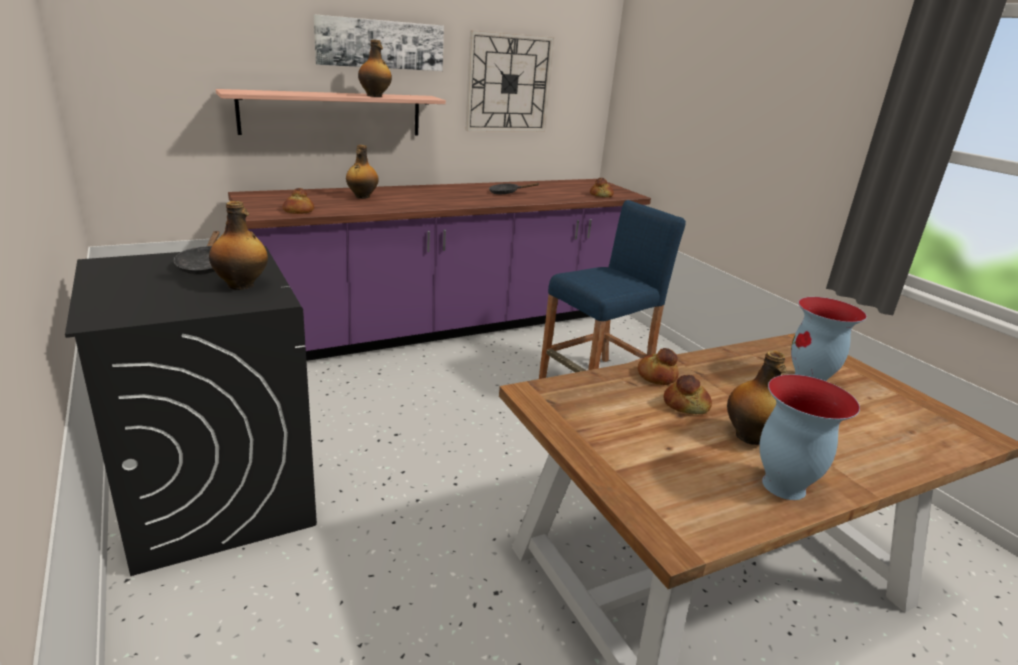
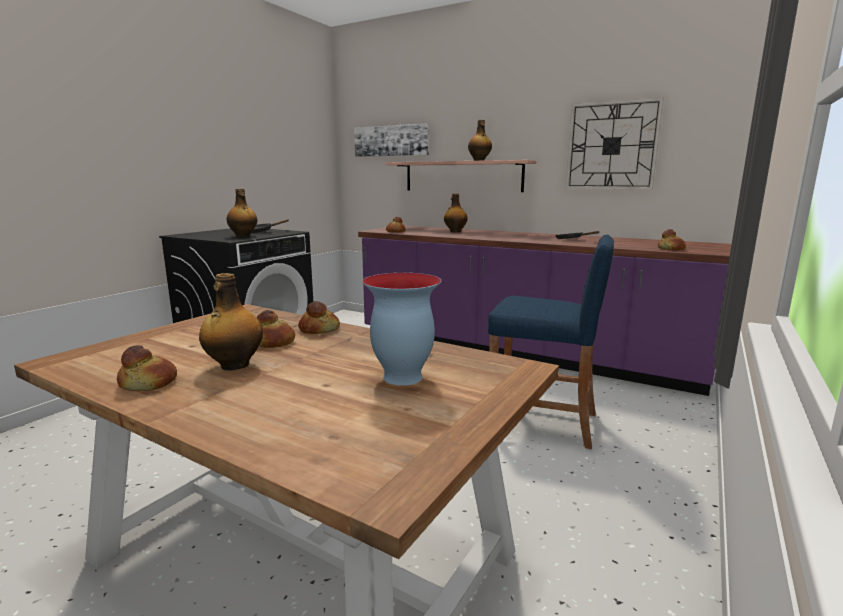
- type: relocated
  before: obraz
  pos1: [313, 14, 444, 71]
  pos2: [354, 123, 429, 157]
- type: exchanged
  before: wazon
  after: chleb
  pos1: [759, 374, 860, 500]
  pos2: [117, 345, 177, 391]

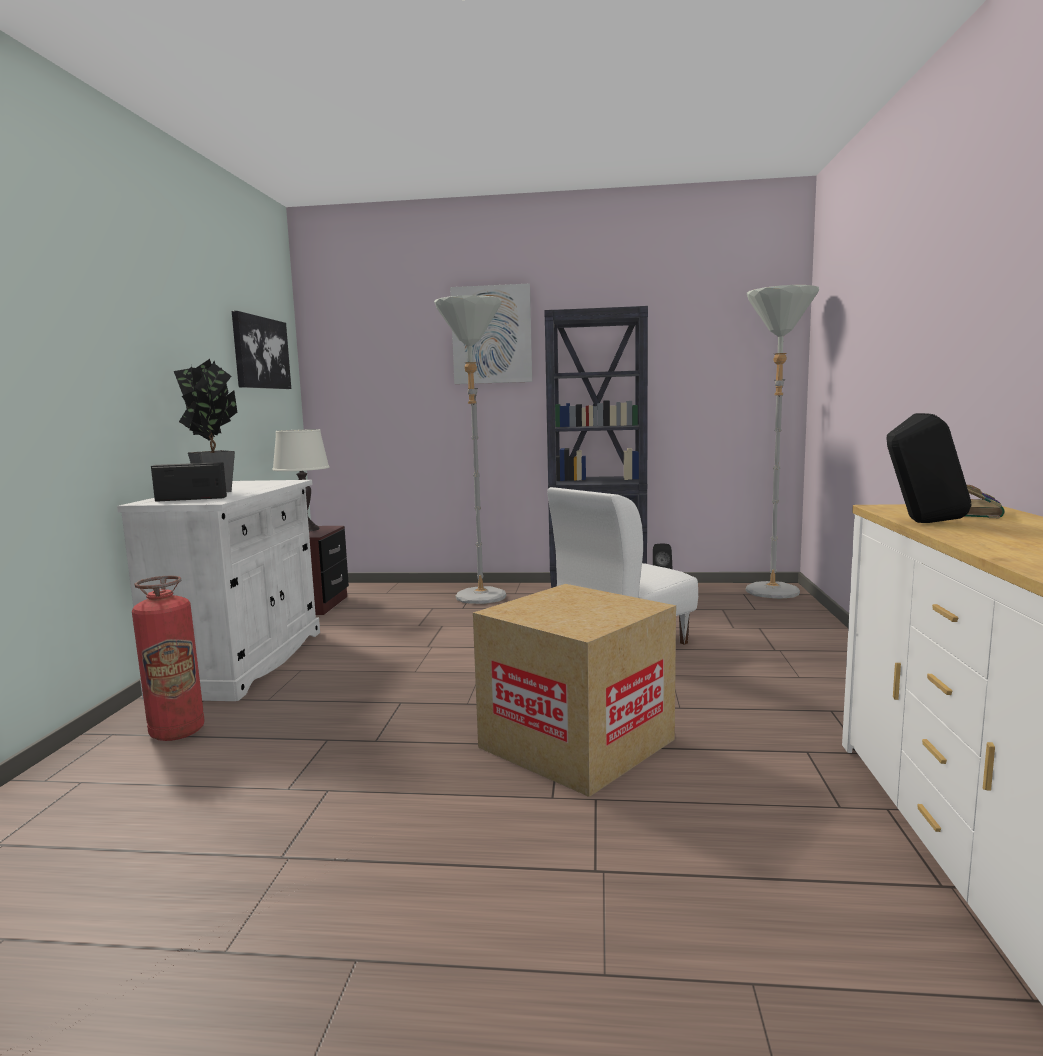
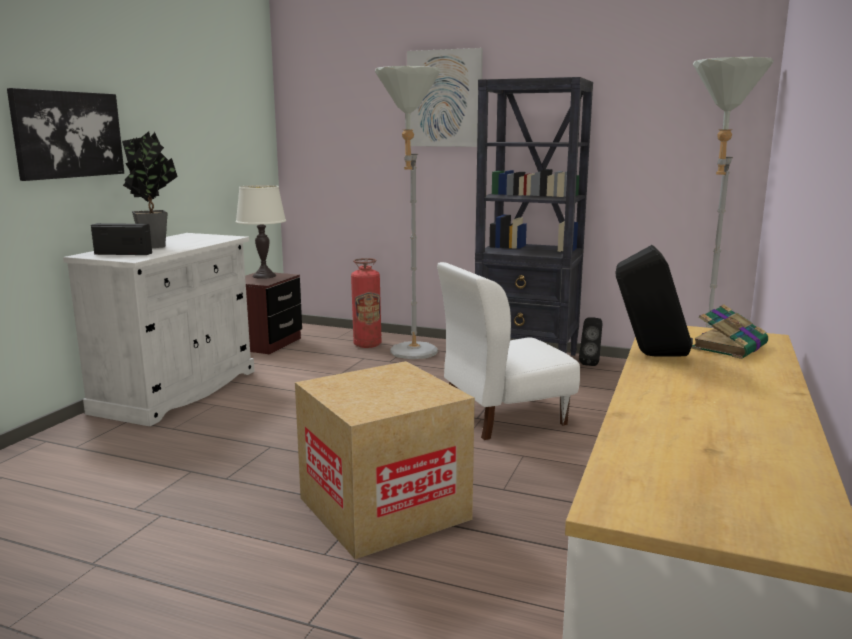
- type: relocated
  before: obraz
  pos1: [232, 311, 291, 389]
  pos2: [7, 88, 124, 181]
- type: relocated
  before: gaśnica
  pos1: [132, 576, 205, 741]
  pos2: [351, 258, 382, 348]

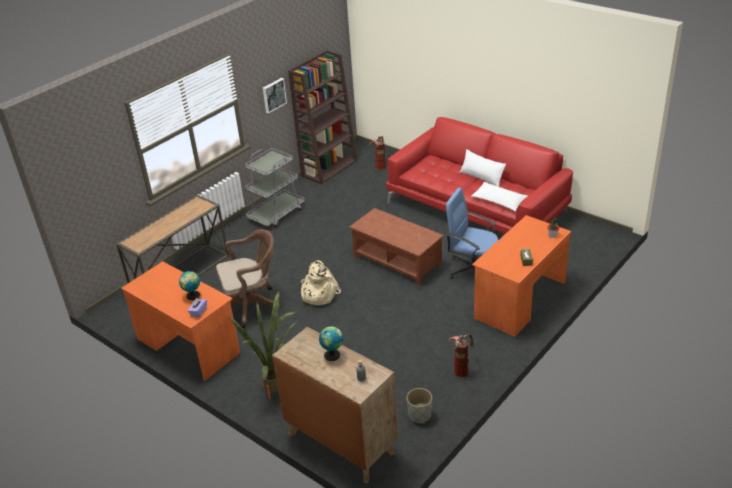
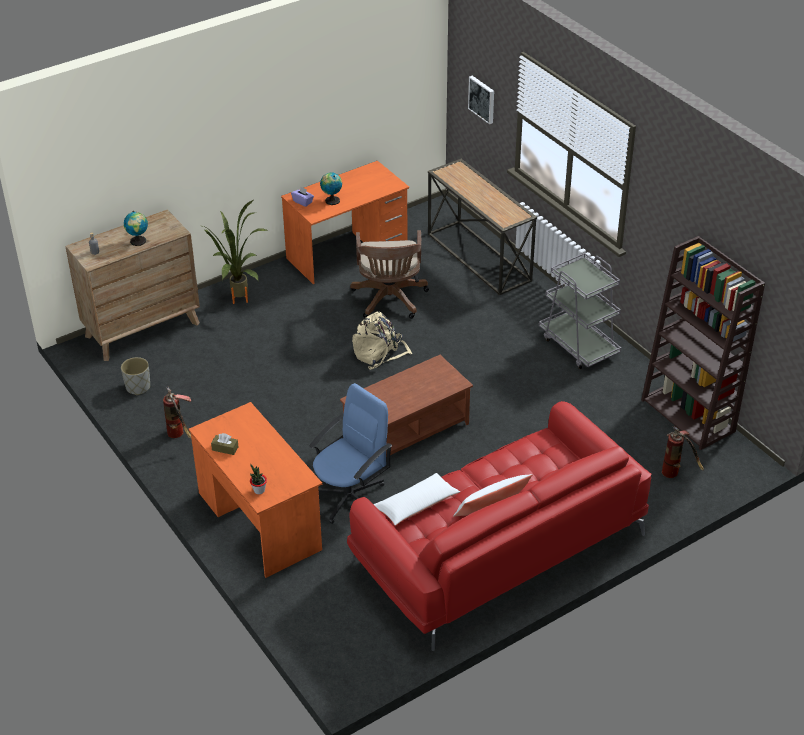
- type: relocated
  before: obraz
  pos1: [263, 78, 287, 114]
  pos2: [468, 76, 494, 124]

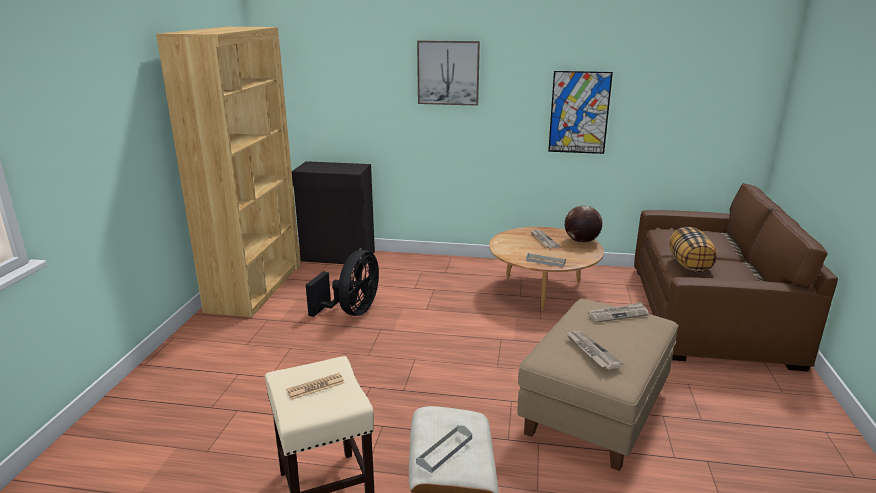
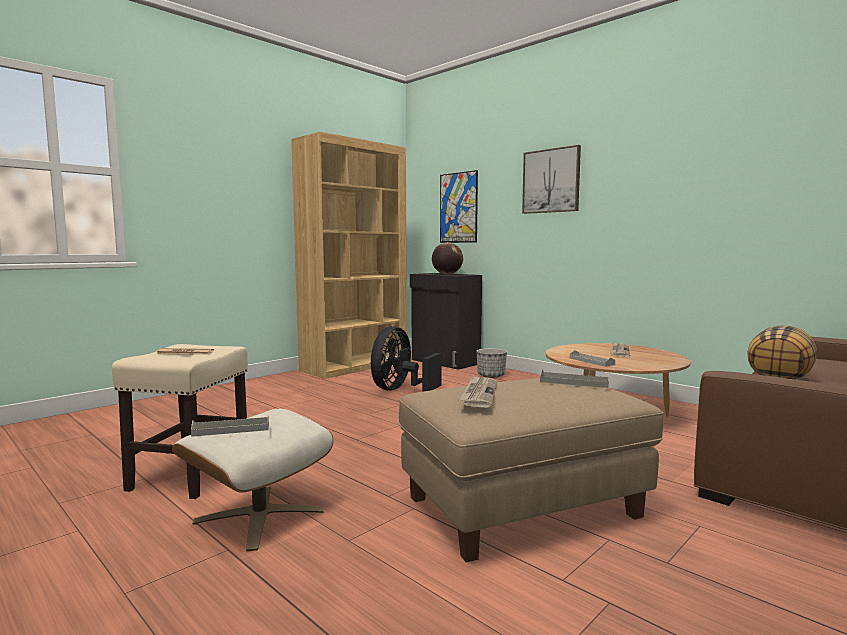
- type: relocated
  before: obraz
  pos1: [548, 71, 613, 154]
  pos2: [440, 170, 478, 243]
- type: relocated
  before: globus
  pos1: [565, 206, 602, 243]
  pos2: [432, 242, 463, 275]
- type: spun
  before: wentylator/czarny
  pos1: [306, 250, 379, 317]
  pos2: [371, 326, 442, 392]
  turn: 150
- type: exchanged
  before: gazeta
  after: taca/szary
  pos1: [588, 302, 649, 323]
  pos2: [540, 369, 609, 388]
- type: appeared
  after: donica
  pos2: [477, 348, 507, 378]

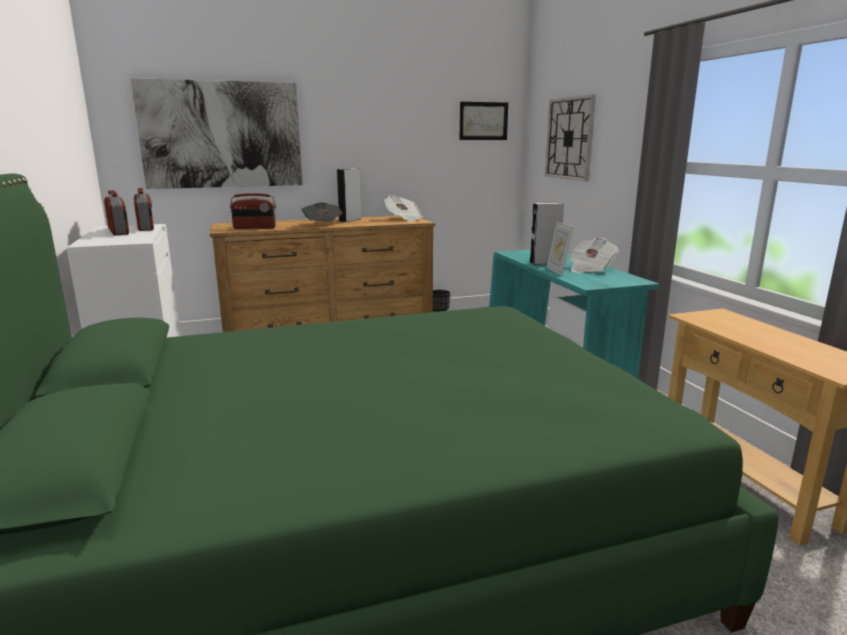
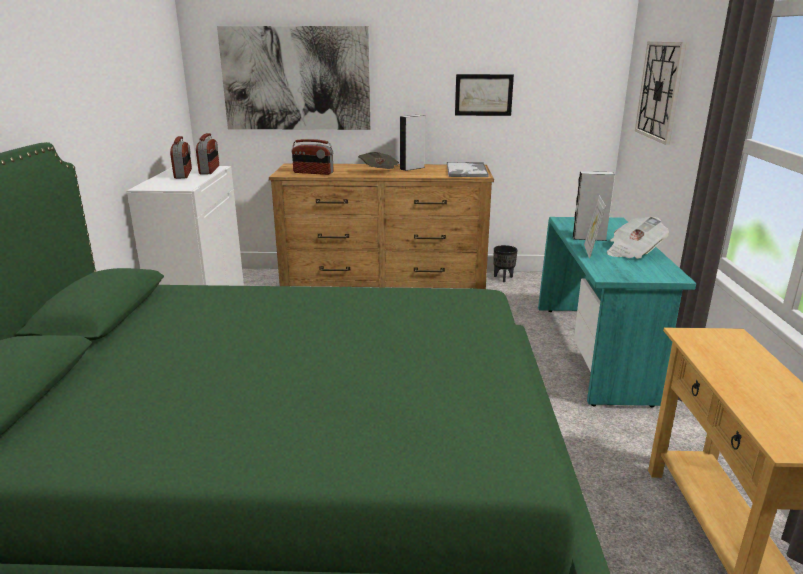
- type: relocated
  before: obraz
  pos1: [459, 102, 508, 140]
  pos2: [455, 74, 514, 116]
- type: exchanged
  before: gazeta
  after: taca
  pos1: [384, 195, 423, 222]
  pos2: [447, 162, 489, 177]

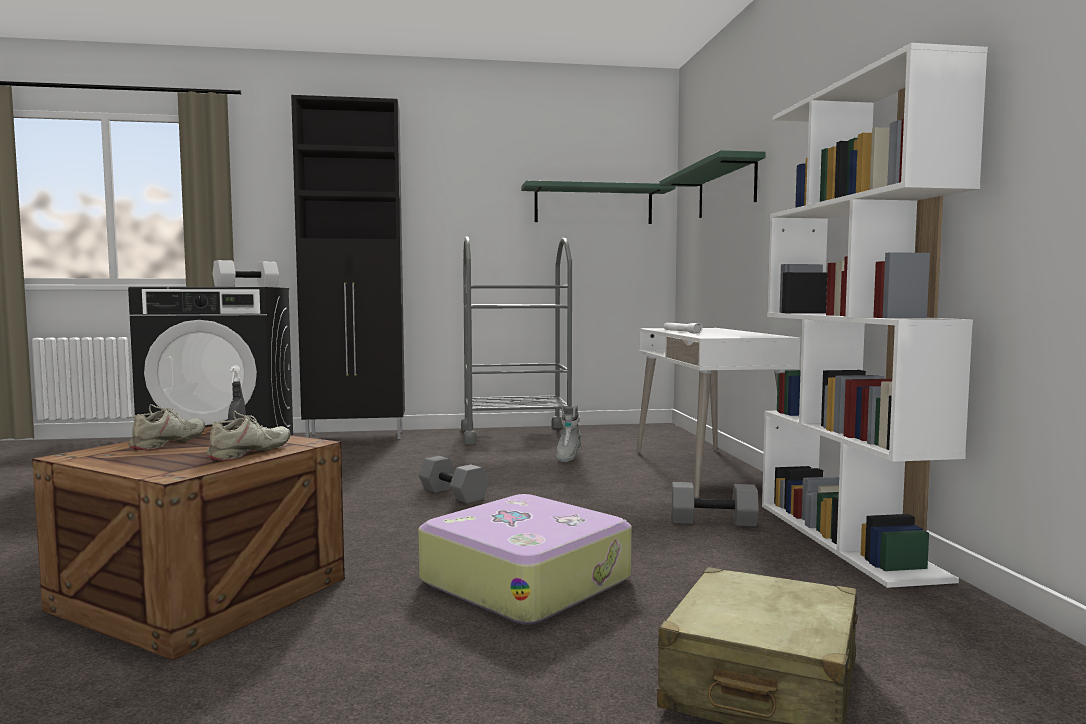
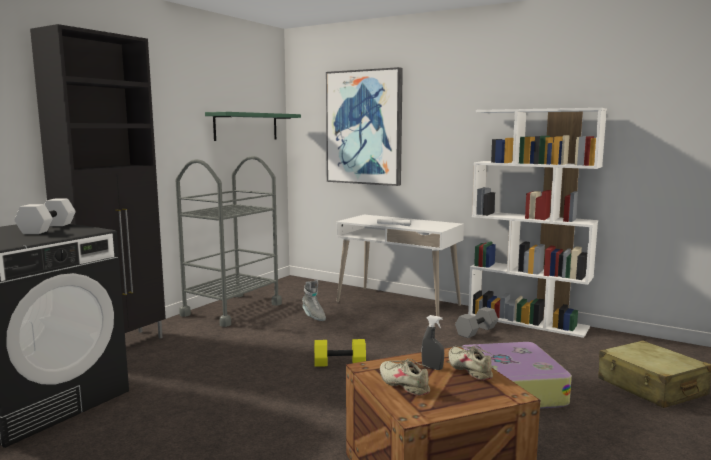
- type: exchanged
  before: półka/zielony
  after: obraz
  pos1: [659, 150, 766, 218]
  pos2: [326, 67, 403, 186]
- type: colour
  before: hantel/szary
  after: hantel/żółty
  pos1: [418, 456, 489, 504]
  pos2: [314, 339, 366, 367]

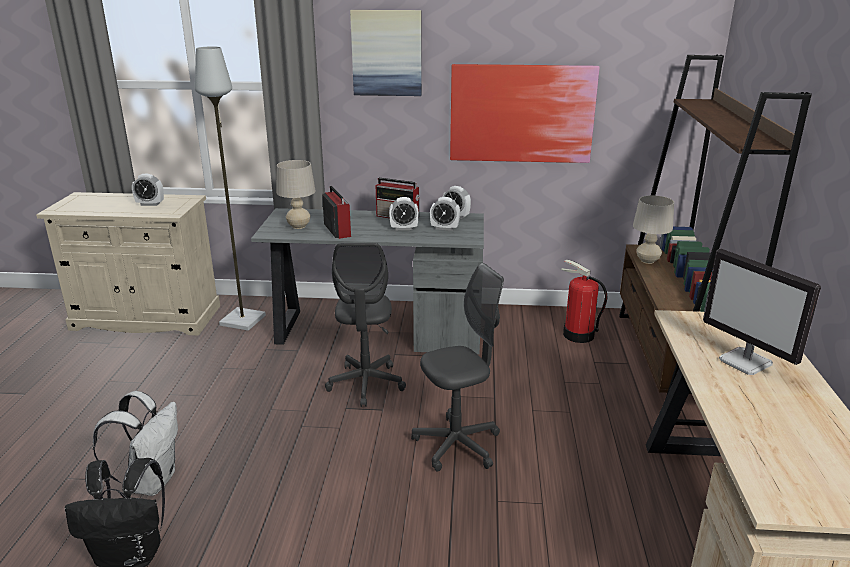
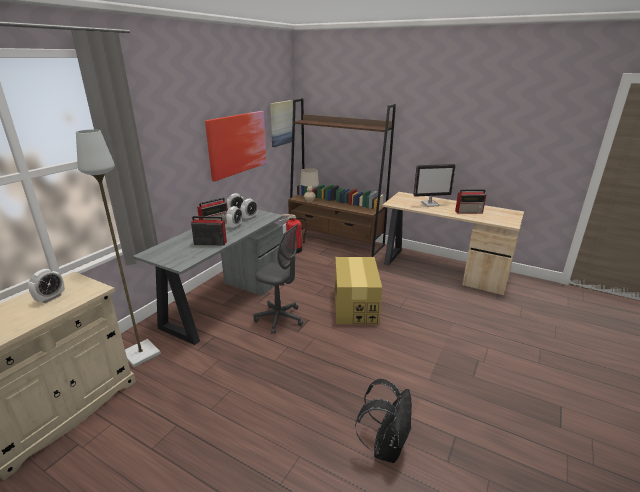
- type: relocated
  before: obraz
  pos1: [350, 10, 422, 96]
  pos2: [270, 100, 293, 147]
- type: missing
  before: lampa stołowa/beżowy
  pos1: [277, 160, 316, 229]
- type: exchanged
  before: krzesło biurowe/szary
  after: karton
  pos1: [411, 263, 504, 472]
  pos2: [335, 257, 382, 324]
- type: missing
  before: plecak/biały
  pos1: [93, 391, 178, 496]
- type: appeared
  after: radio
  pos2: [455, 189, 486, 214]

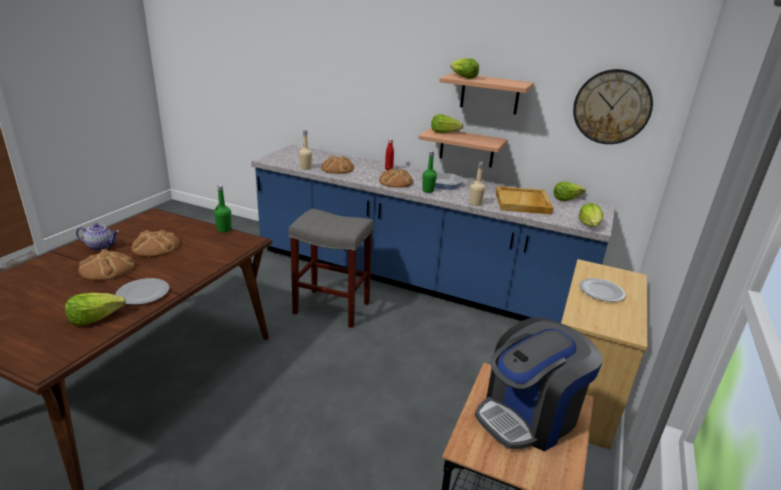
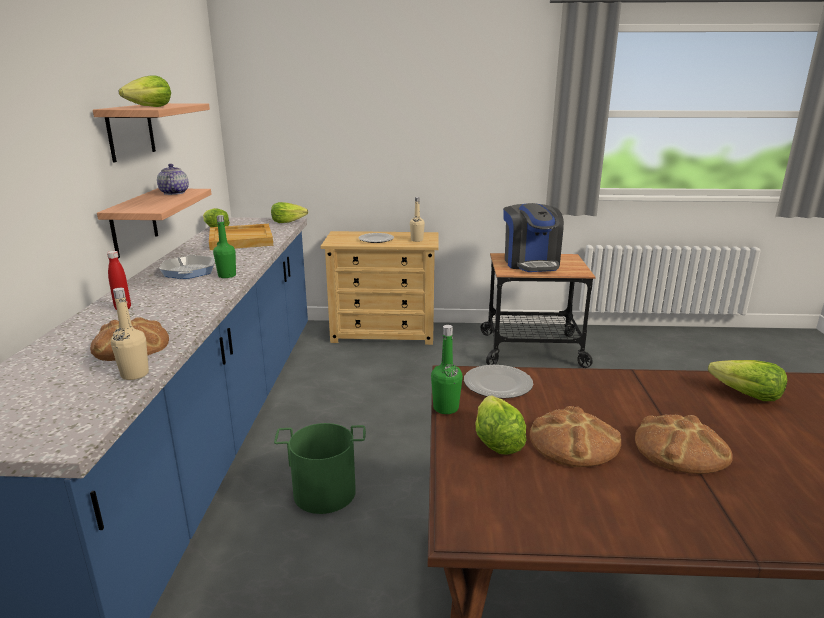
- type: missing
  before: zegar ścienny
  pos1: [573, 69, 653, 144]
- type: relocated
  before: sałata
  pos1: [431, 114, 463, 133]
  pos2: [476, 395, 527, 455]
- type: relocated
  before: butelka/beżowy
  pos1: [470, 162, 485, 206]
  pos2: [410, 197, 425, 242]
- type: missing
  before: chleb
  pos1: [379, 169, 413, 188]
- type: exchanged
  before: stołek/szary
  after: wiadro/zielony
  pos1: [289, 209, 374, 328]
  pos2: [274, 423, 366, 514]
- type: relocated
  before: imbryk
  pos1: [76, 224, 119, 251]
  pos2: [157, 164, 189, 195]
- type: relocated
  before: talerz
  pos1: [115, 278, 169, 305]
  pos2: [464, 365, 533, 399]
- type: spun
  before: ekspres do kawy
  pos1: [475, 318, 603, 452]
  pos2: [503, 203, 564, 272]
  turn: 45

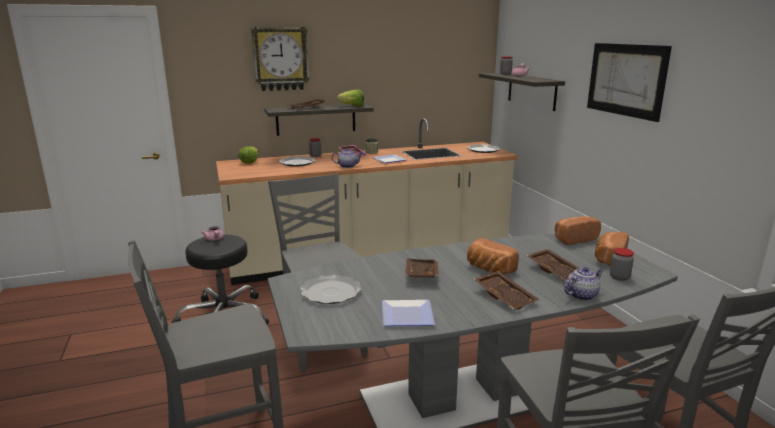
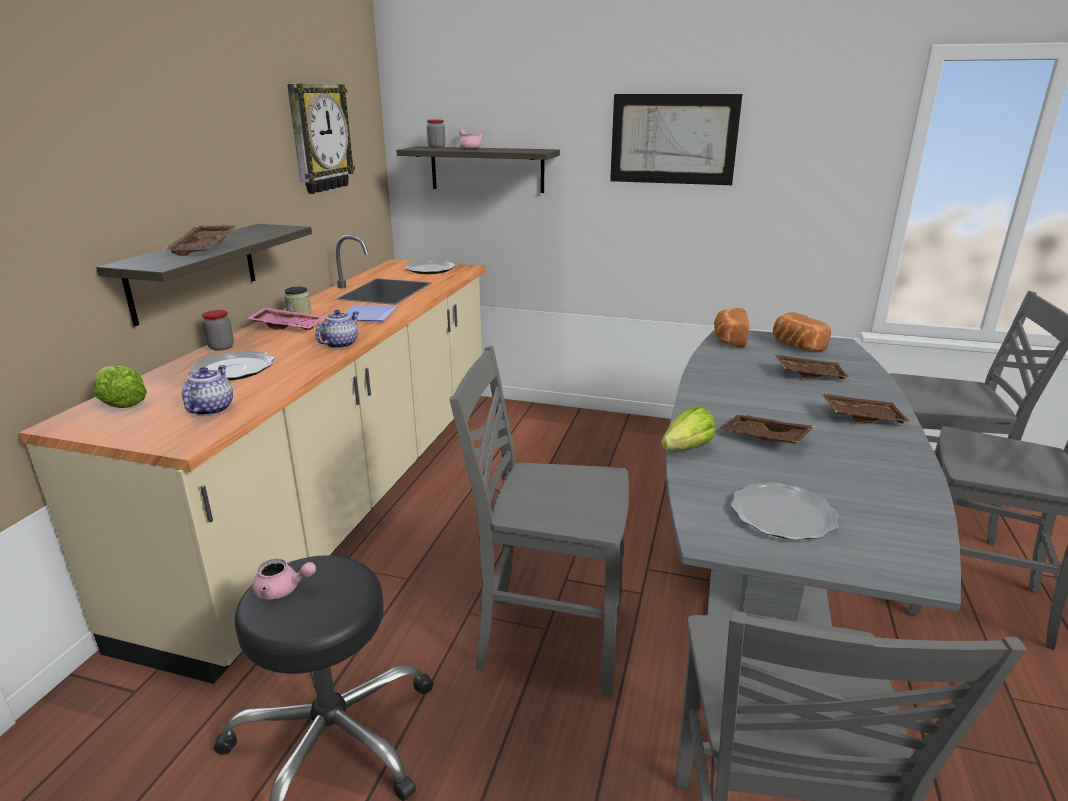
- type: relocated
  before: zegar ścienny
  pos1: [251, 27, 310, 91]
  pos2: [287, 84, 355, 194]
- type: relocated
  before: sałata
  pos1: [337, 89, 364, 107]
  pos2: [661, 406, 716, 450]
- type: missing
  before: chleb
  pos1: [467, 238, 519, 274]
- type: missing
  before: słoik
  pos1: [610, 248, 634, 281]
- type: relocated
  before: imbryk
  pos1: [564, 267, 603, 301]
  pos2: [182, 365, 233, 416]
- type: missing
  before: talerz
  pos1: [382, 300, 435, 326]

